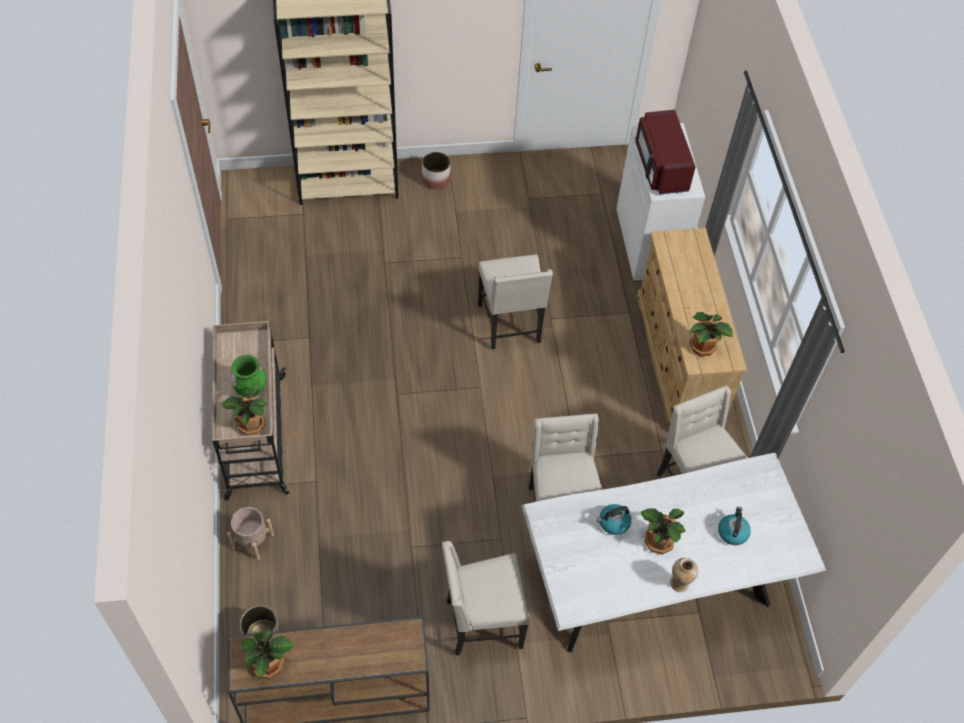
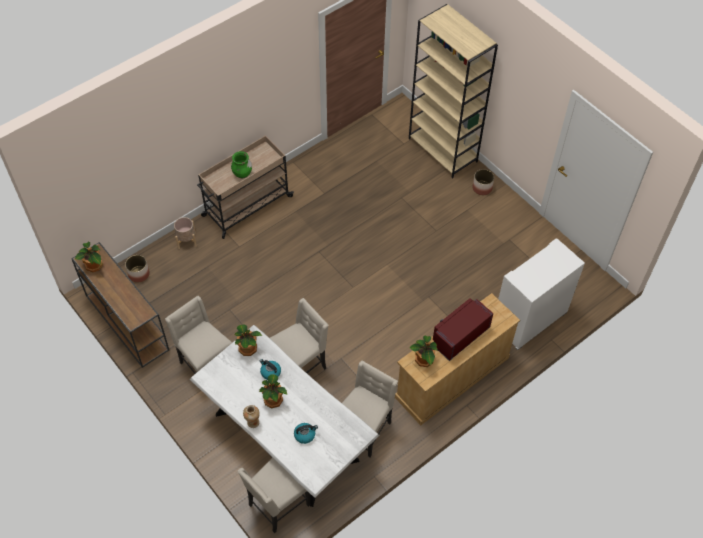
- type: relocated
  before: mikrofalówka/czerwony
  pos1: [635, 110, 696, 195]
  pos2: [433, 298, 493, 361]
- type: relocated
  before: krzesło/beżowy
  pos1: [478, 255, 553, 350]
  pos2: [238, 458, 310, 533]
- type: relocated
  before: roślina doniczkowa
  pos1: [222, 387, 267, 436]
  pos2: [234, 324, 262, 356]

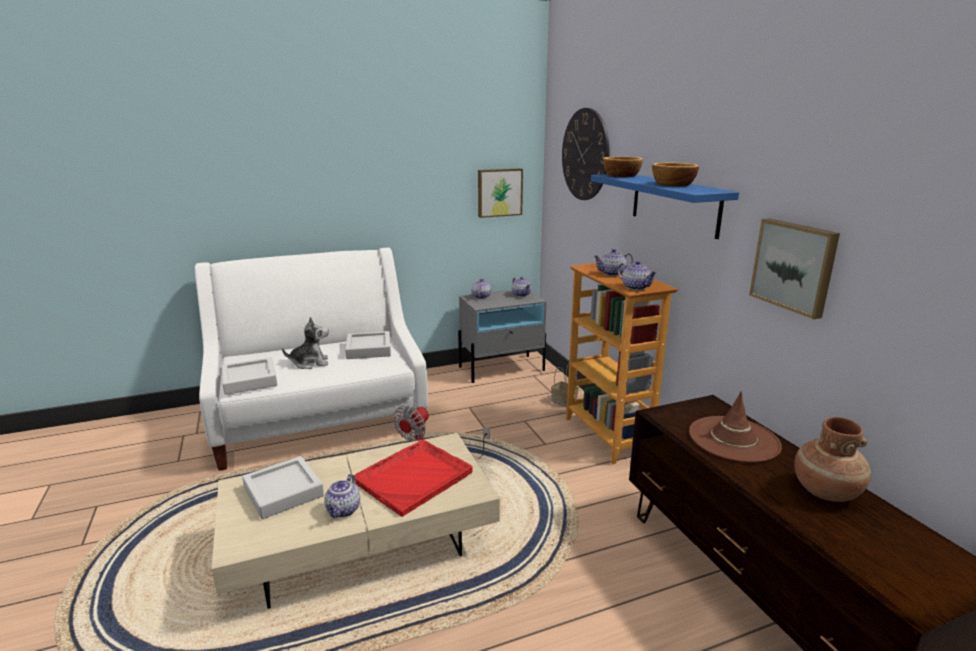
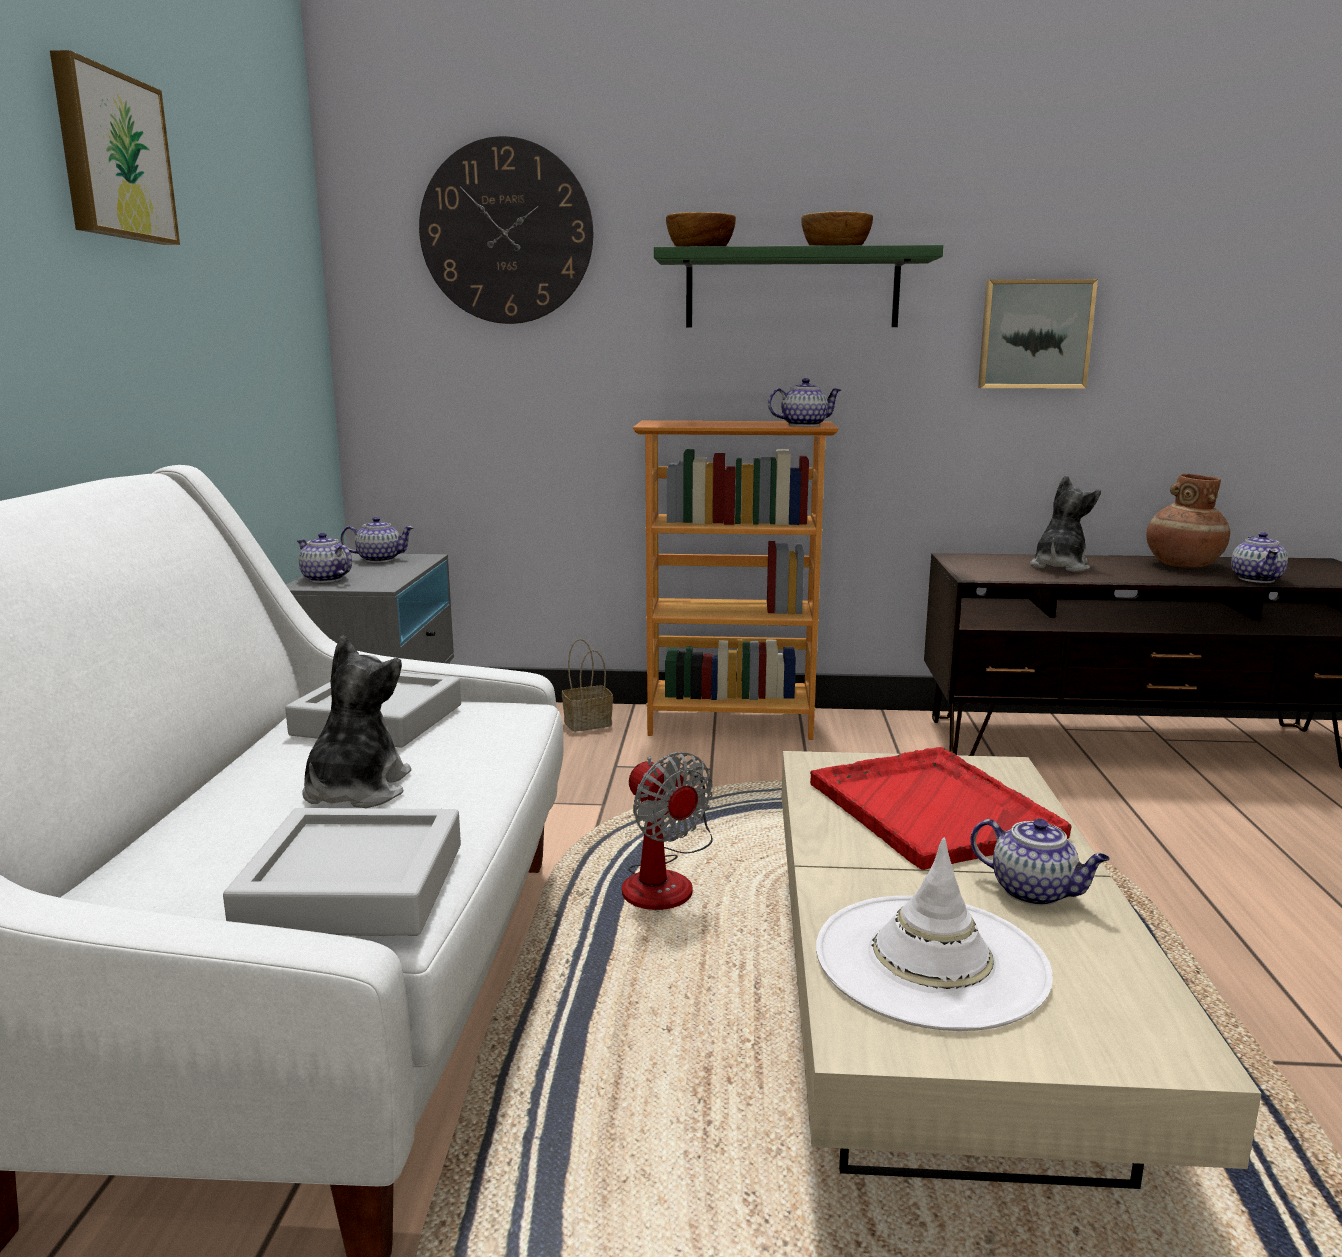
- type: relocated
  before: obraz
  pos1: [478, 168, 523, 218]
  pos2: [50, 50, 180, 245]
- type: colour
  before: półka/niebieski
  after: półka/zielony
  pos1: [591, 174, 739, 239]
  pos2: [654, 245, 943, 327]
- type: relocated
  before: imbryk
  pos1: [593, 249, 633, 276]
  pos2: [1231, 532, 1288, 583]
- type: exchanged
  before: kapelusz/brązowy
  after: pluszak
  pos1: [689, 391, 782, 463]
  pos2: [1030, 475, 1101, 572]
- type: exchanged
  before: taca/szary
  after: kapelusz/biały
  pos1: [242, 456, 324, 519]
  pos2: [816, 838, 1053, 1031]

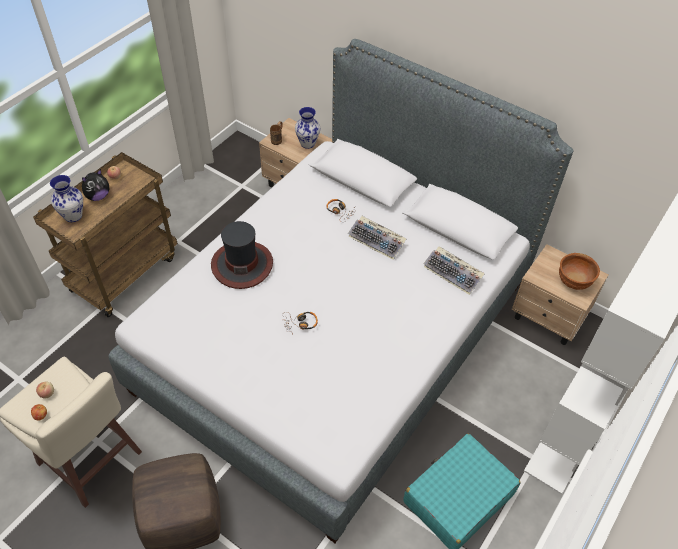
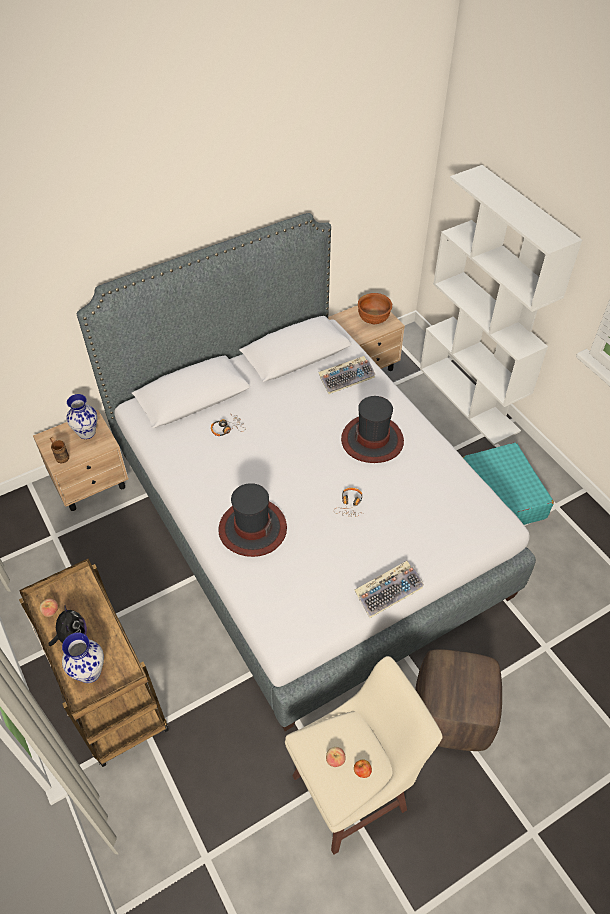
- type: relocated
  before: klawiatura
  pos1: [348, 216, 407, 260]
  pos2: [354, 561, 424, 618]
- type: appeared
  after: kapelusz
  pos2: [341, 396, 404, 463]

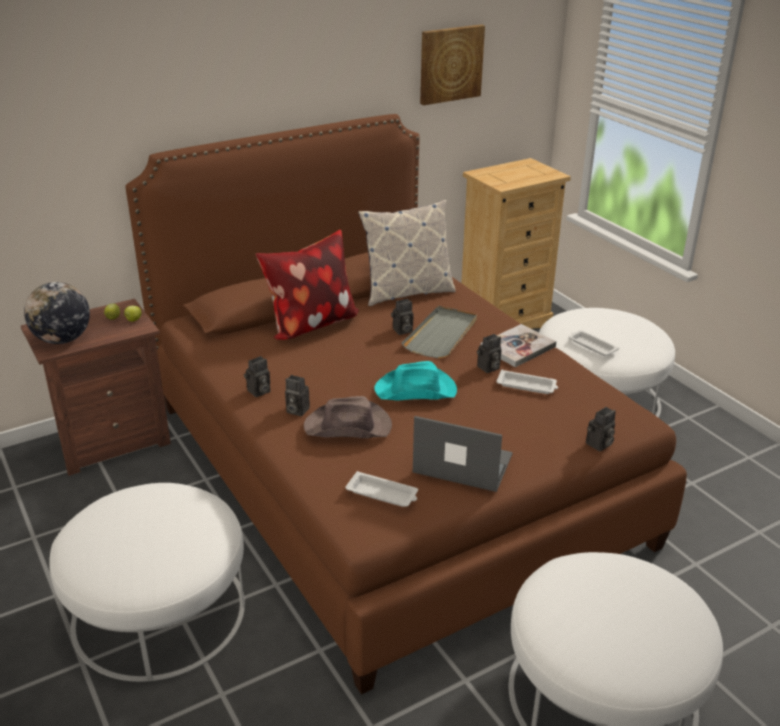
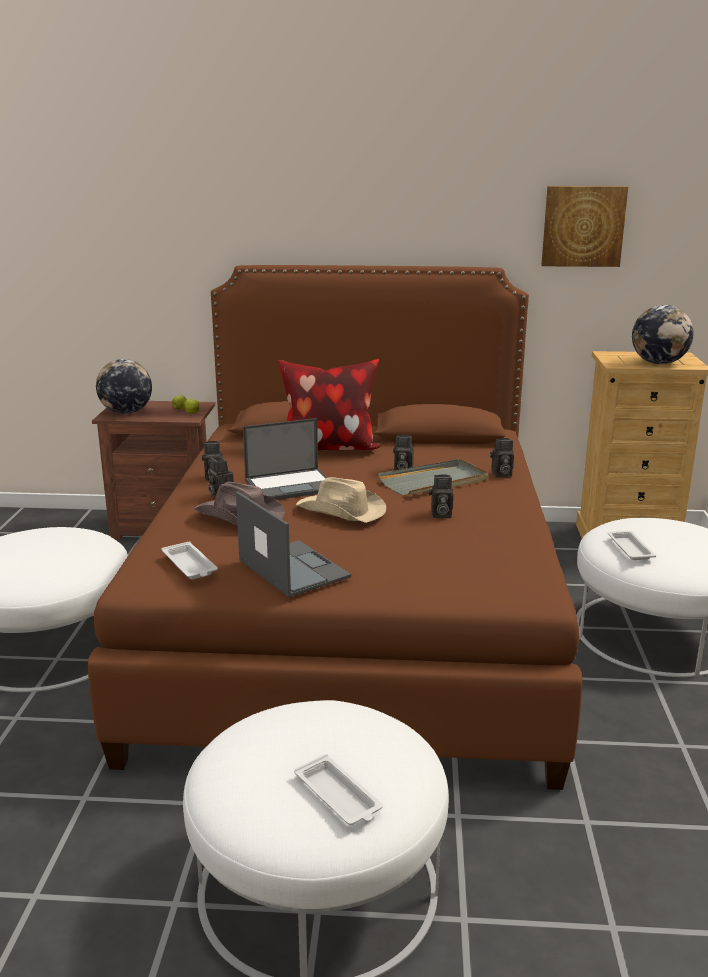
- type: missing
  before: poduszka
  pos1: [358, 200, 456, 306]
- type: missing
  before: książka
  pos1: [481, 324, 557, 367]
- type: colour
  before: kapelusz/turkusowy
  after: kapelusz/beżowy
  pos1: [374, 361, 457, 401]
  pos2: [296, 477, 386, 523]
- type: relocated
  before: taca/biały
  pos1: [496, 370, 558, 394]
  pos2: [294, 754, 383, 825]
- type: relocated
  before: aparat fotograficzny
  pos1: [586, 407, 616, 451]
  pos2: [490, 438, 514, 477]
- type: appeared
  after: globus
  pos2: [632, 305, 694, 364]
- type: appeared
  after: laptop
  pos2: [243, 418, 328, 500]

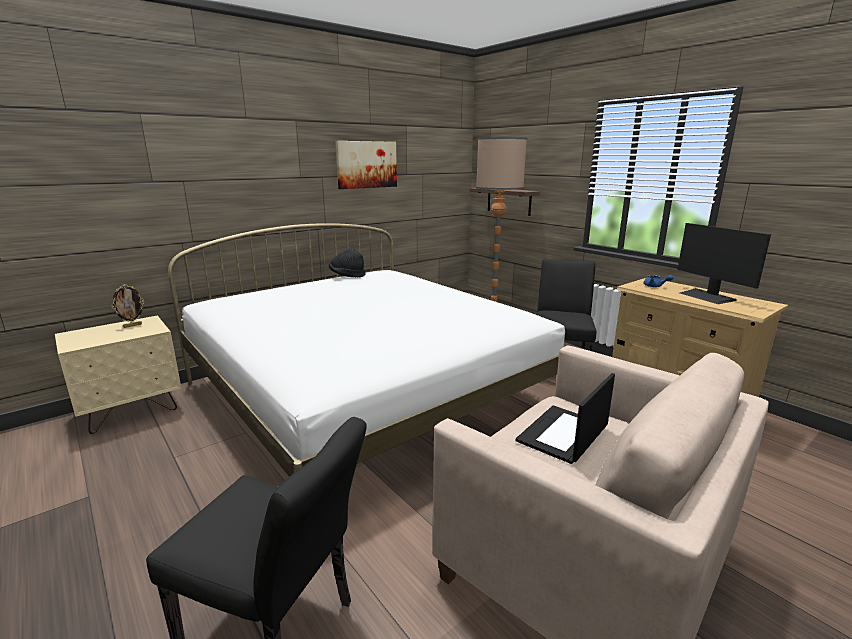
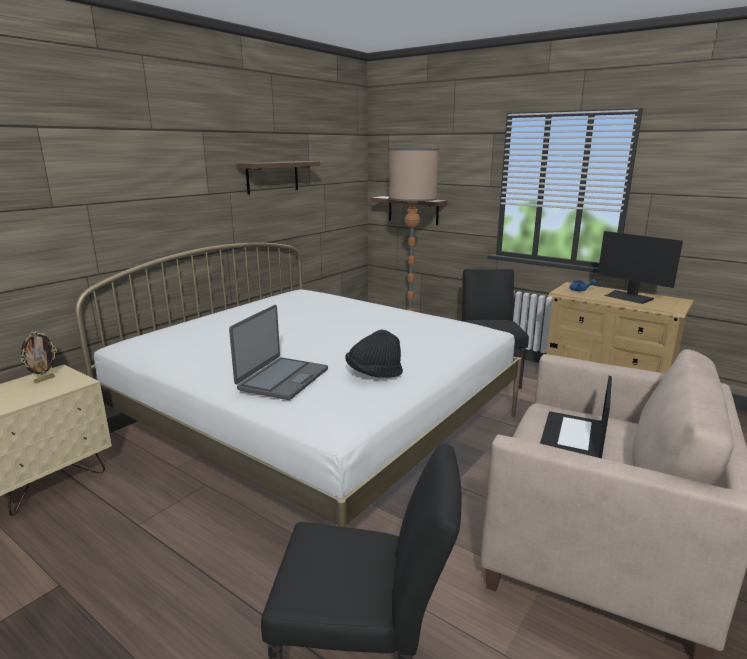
- type: exchanged
  before: obraz
  after: półka
  pos1: [336, 141, 397, 189]
  pos2: [236, 161, 320, 194]
- type: relocated
  before: kapelusz/czarny
  pos1: [329, 248, 365, 277]
  pos2: [345, 330, 403, 378]
- type: appeared
  after: laptop
  pos2: [229, 305, 328, 400]

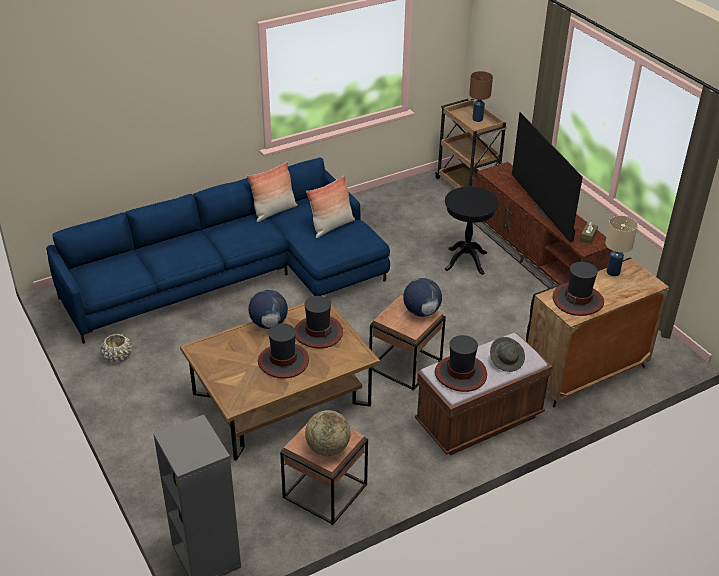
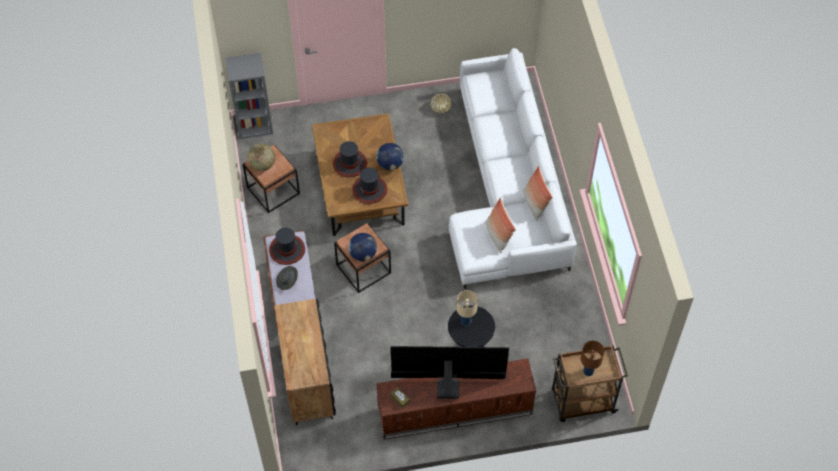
- type: colour
  before: kanapa/niebieski
  after: kanapa/biały
  pos1: [46, 157, 390, 344]
  pos2: [448, 48, 577, 289]
- type: relocated
  before: lampa stołowa/beżowy
  pos1: [605, 216, 638, 276]
  pos2: [456, 290, 478, 326]
- type: missing
  before: kapelusz
  pos1: [553, 262, 604, 316]

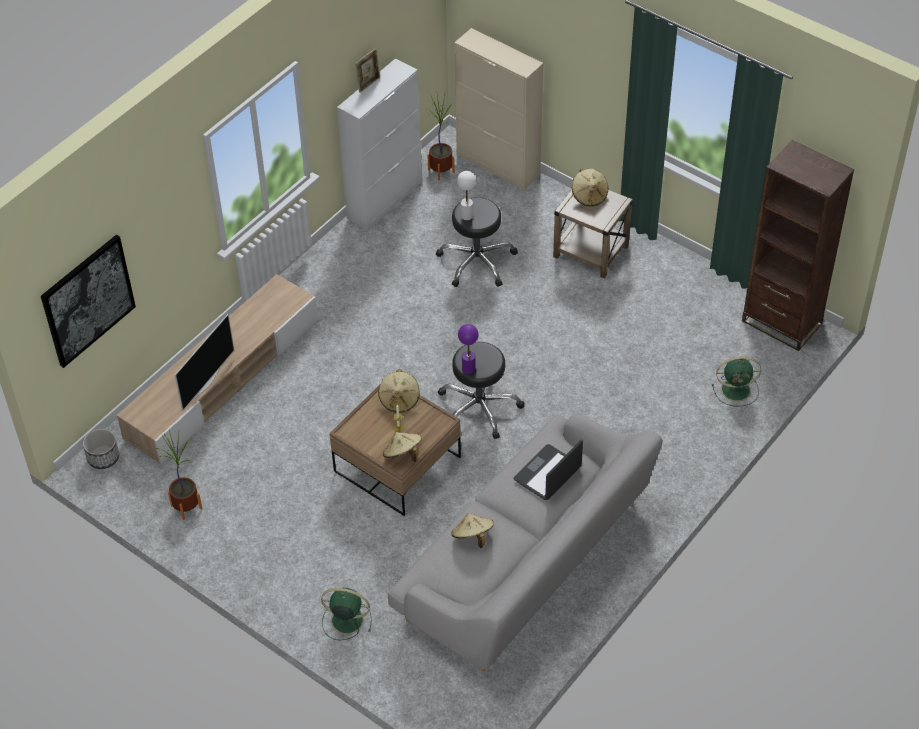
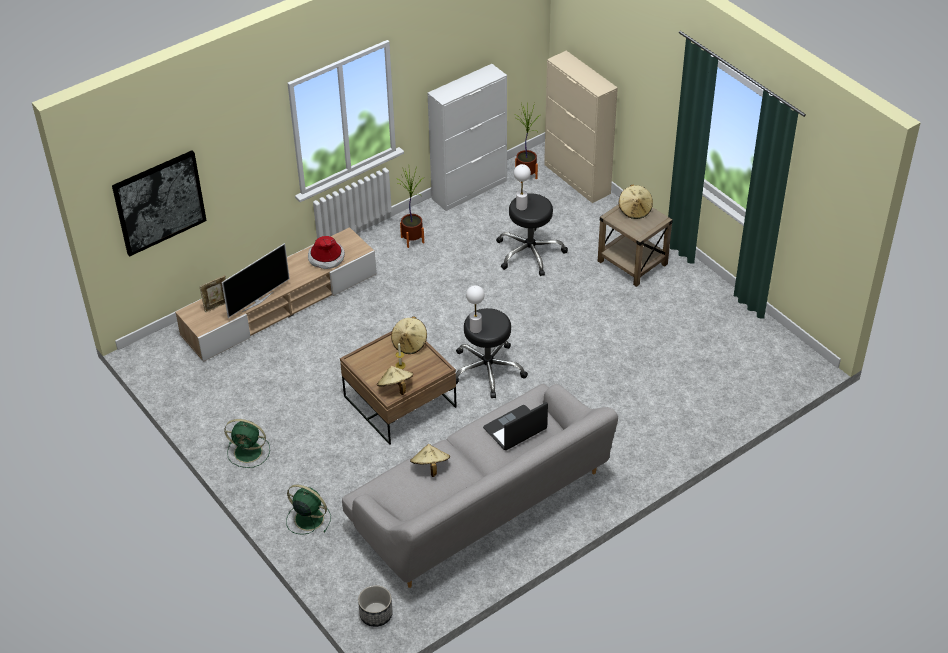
- type: relocated
  before: ramka na zdjęcie
  pos1: [355, 48, 380, 93]
  pos2: [199, 275, 226, 313]
- type: missing
  before: regał/brązowy
  pos1: [742, 140, 854, 351]
- type: colour
  before: lampa stołowa/fioletowy
  after: lampa stołowa/biały
  pos1: [458, 324, 479, 374]
  pos2: [466, 285, 485, 333]
- type: relocated
  before: wentylator/zielony
  pos1: [712, 356, 761, 407]
  pos2: [224, 419, 270, 468]
- type: relocated
  before: donica
  pos1: [83, 429, 119, 469]
  pos2: [358, 585, 393, 627]
- type: relocated
  before: roślina doniczkowa
  pos1: [157, 430, 202, 520]
  pos2: [397, 167, 424, 248]
- type: appeared
  after: kapelusz
  pos2: [308, 236, 345, 269]

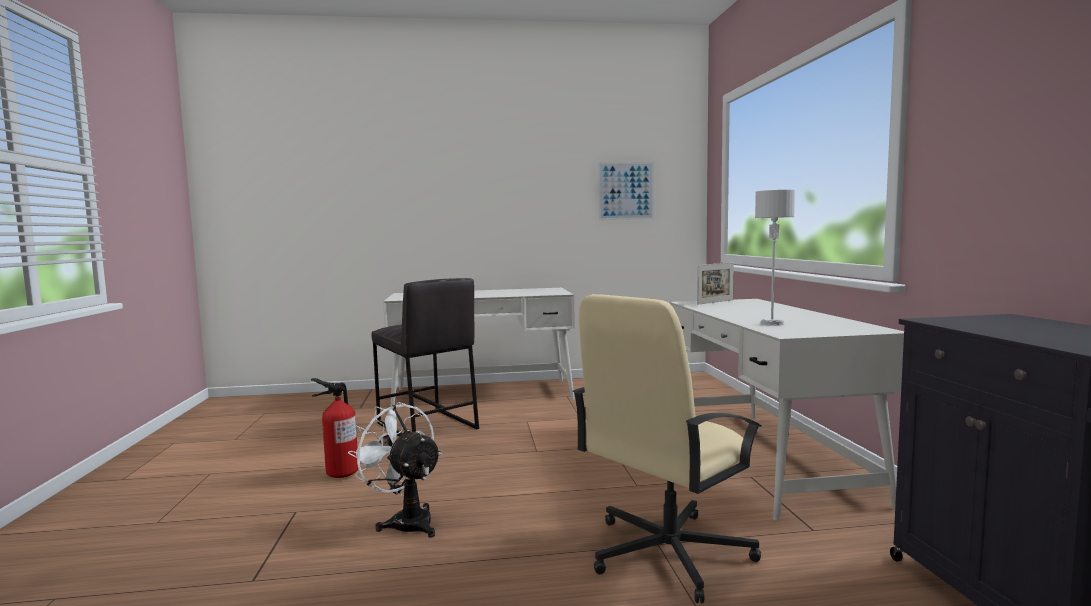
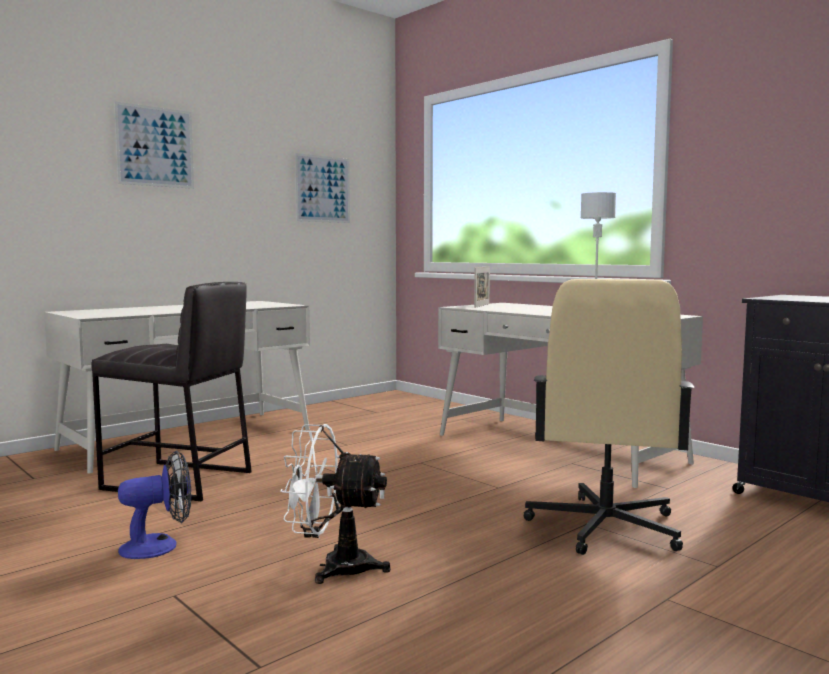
- type: exchanged
  before: gaśnica
  after: wentylator
  pos1: [311, 378, 358, 478]
  pos2: [118, 450, 191, 559]
- type: appeared
  after: obraz
  pos2: [114, 101, 194, 189]

